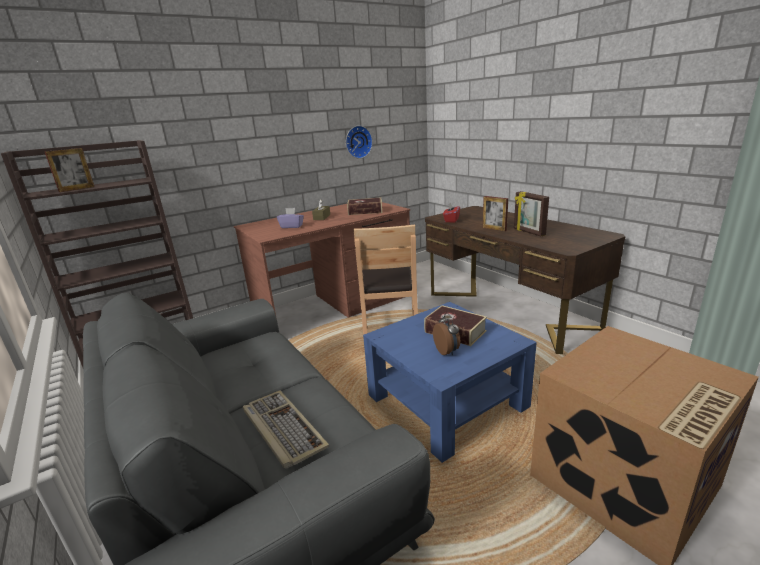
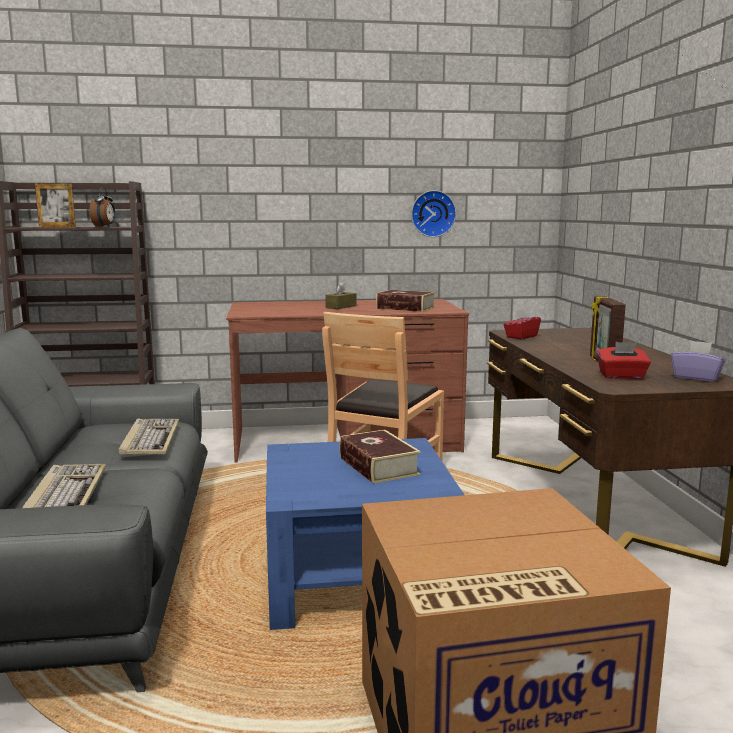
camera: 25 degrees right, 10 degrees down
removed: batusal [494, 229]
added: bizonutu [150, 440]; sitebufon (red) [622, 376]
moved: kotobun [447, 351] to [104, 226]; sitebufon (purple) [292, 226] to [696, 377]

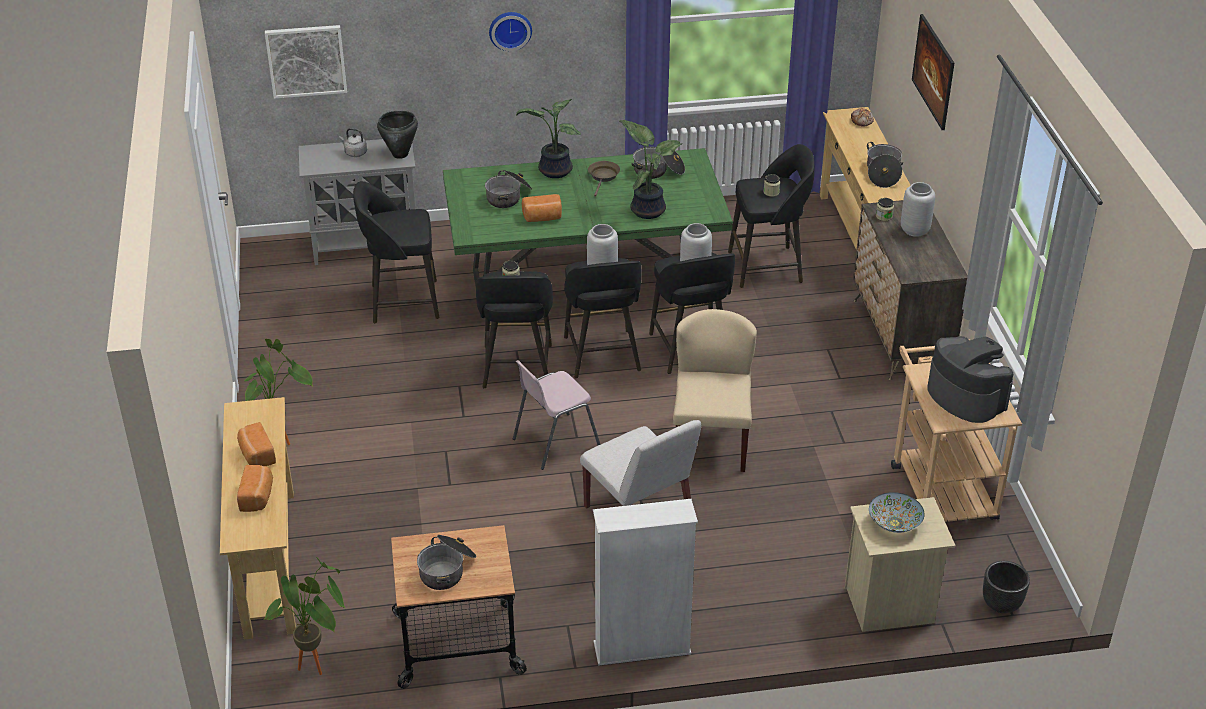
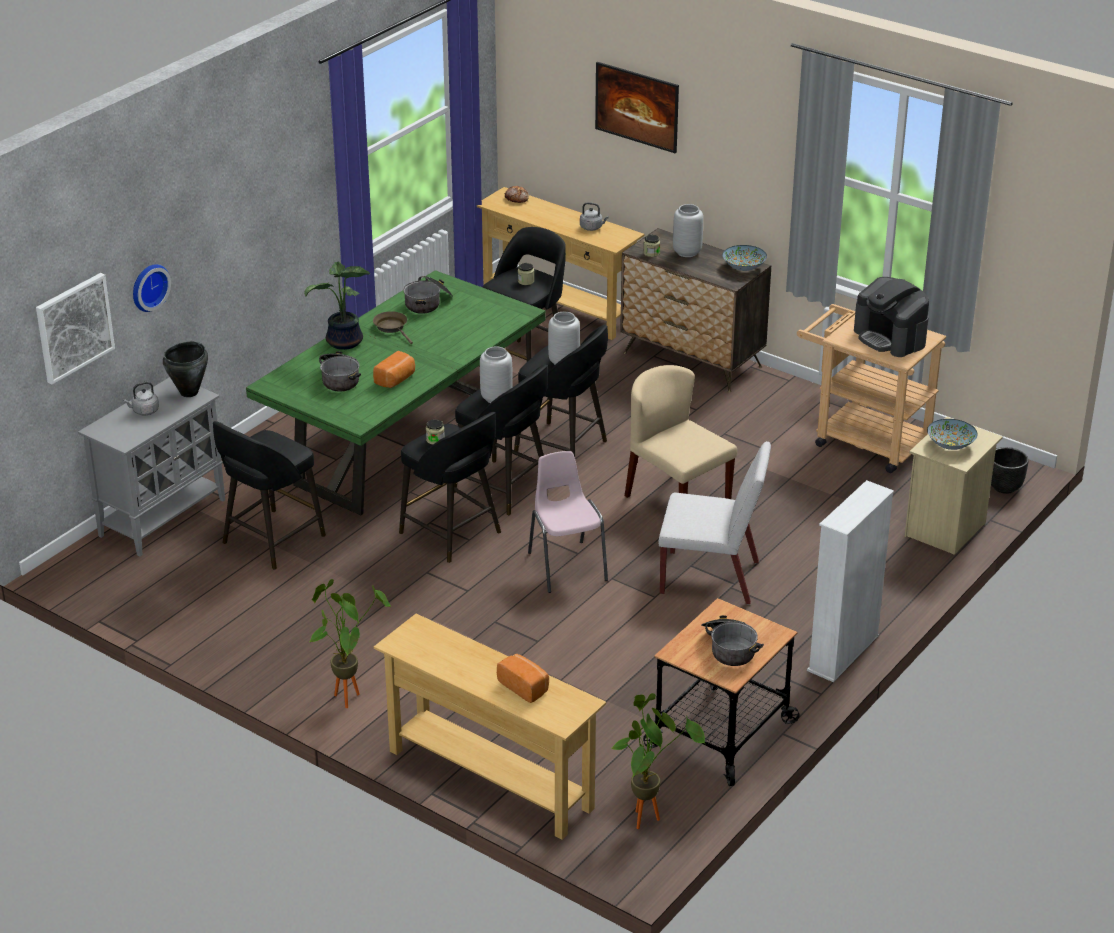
camera: 45 degrees left, 5 degrees down
removed: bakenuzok [256, 455]; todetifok [648, 209]
added: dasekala [743, 267]
moved: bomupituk [510, 29] to [148, 286]
replaced: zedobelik [883, 173] to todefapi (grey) [592, 227]
turned: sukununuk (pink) [554, 442] = [566, 566] 150 degrees clockwise; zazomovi [966, 396] = [890, 338] 135 degrees counterclockwise

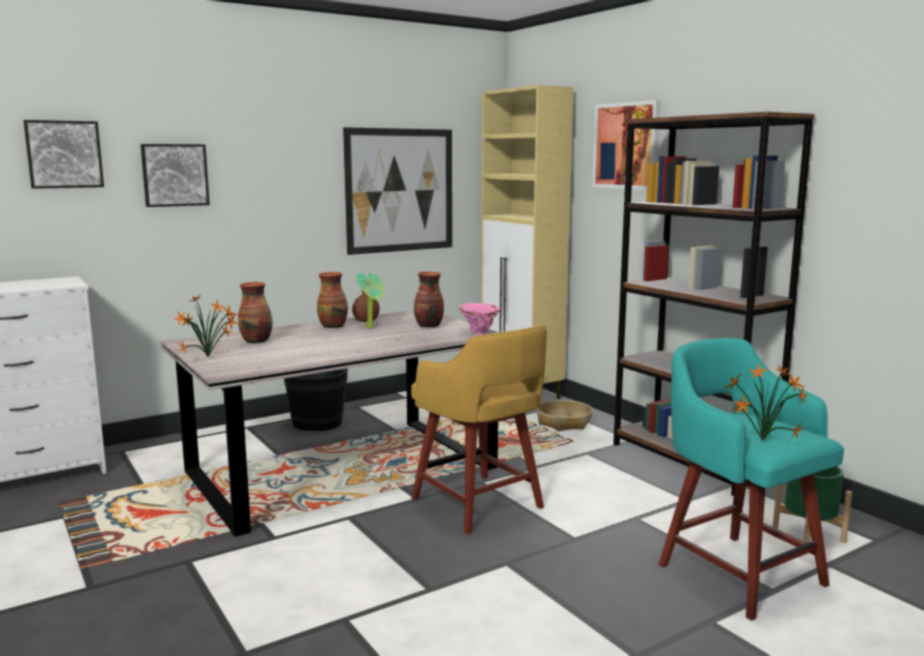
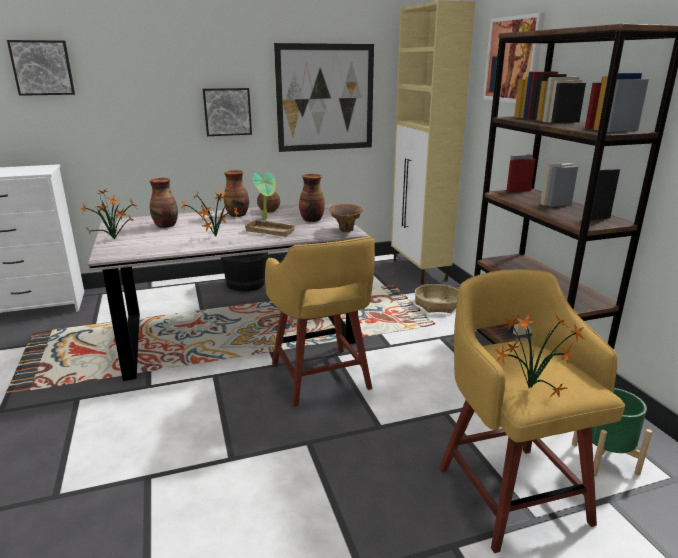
camera: 15 degrees right, 10 degrees up
added: todetifok [214, 237]; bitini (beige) [271, 231]
moved: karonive [175, 175] to [227, 111]
recoloured: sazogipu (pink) [478, 333] to sazogipu (brown) [345, 231]; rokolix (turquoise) [737, 572] to rokolix (yellow) [510, 491]

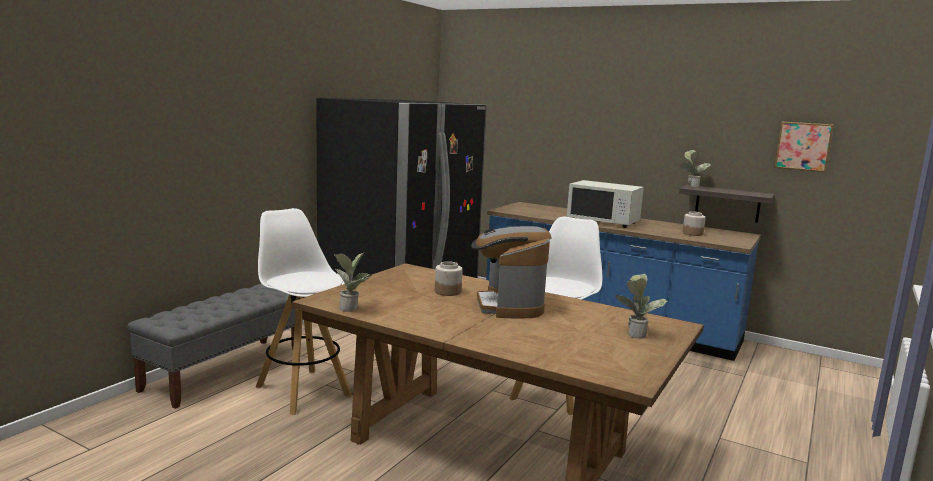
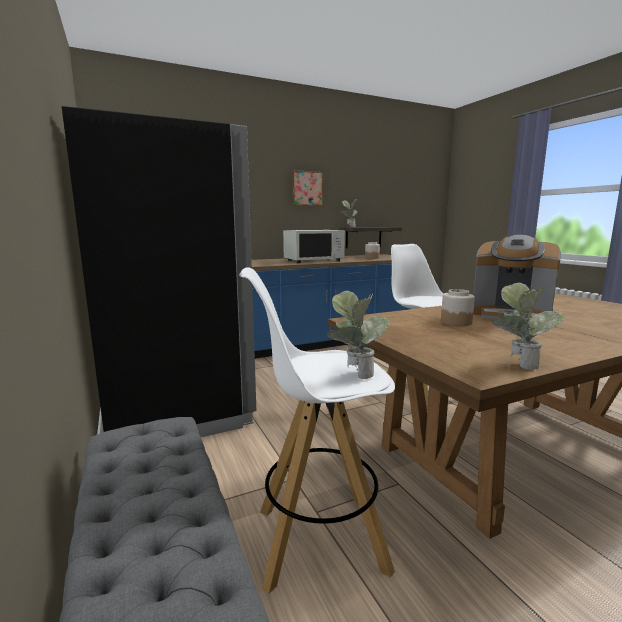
camera: 55 degrees left, 0 degrees up
moved: karonive [803, 146] to [306, 188]; todetifok [636, 333] to [355, 372]

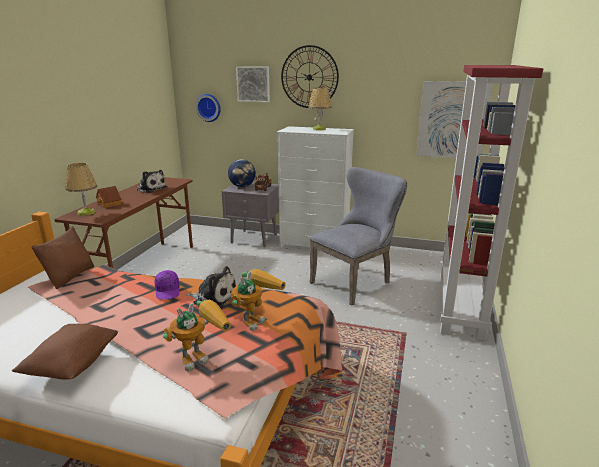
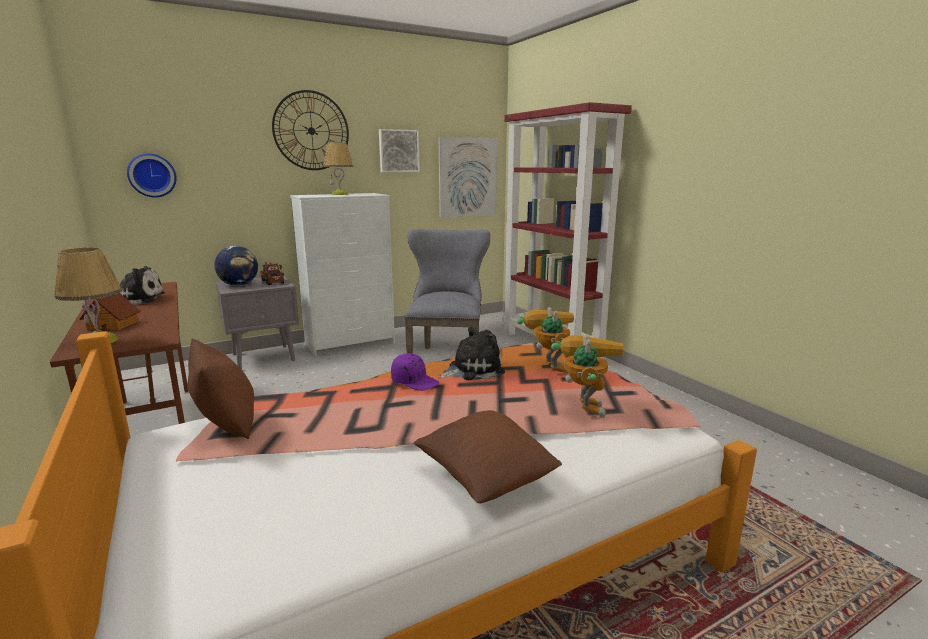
camera: 45 degrees left, 5 degrees down
moved: karonive [253, 84] to [398, 151]

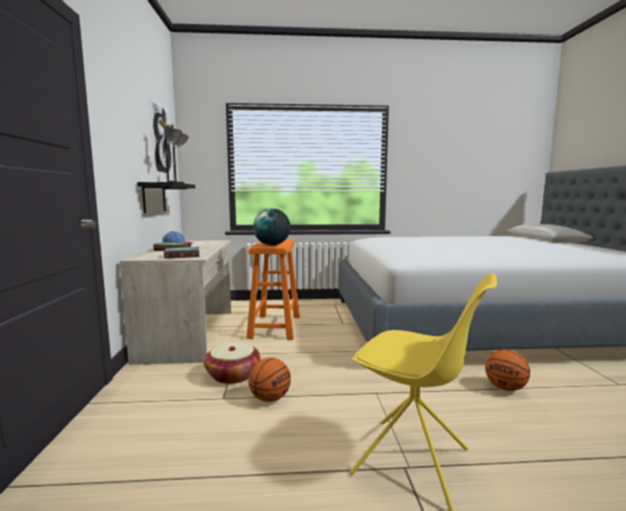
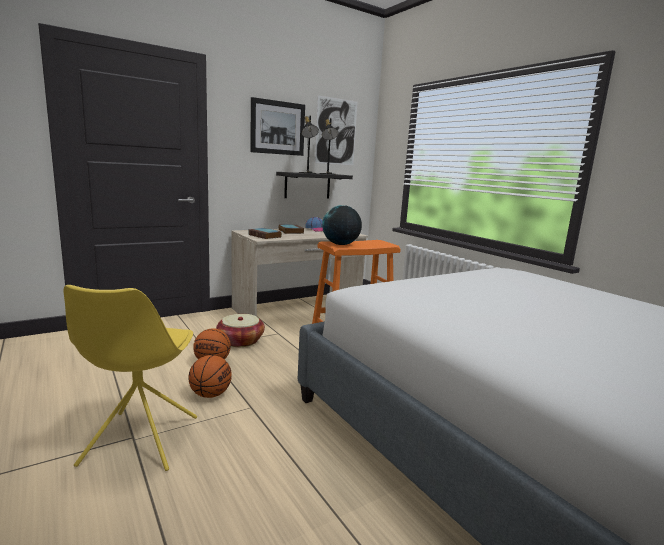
camera: 60 degrees right, 5 degrees up
added: karonive [277, 127]
moved: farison [505, 388] to [210, 394]

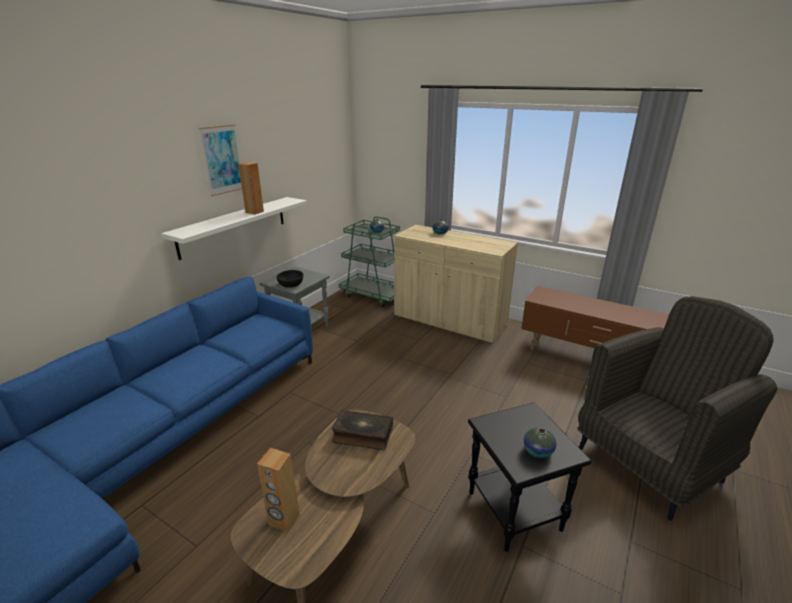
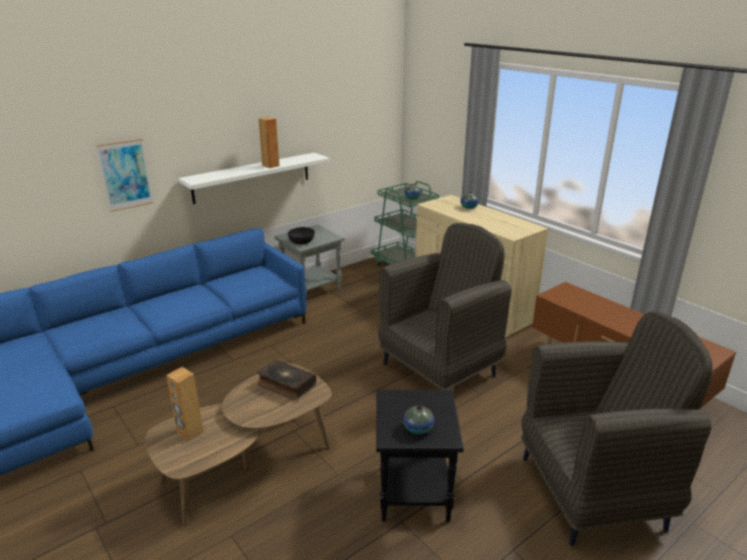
camera: 20 degrees right, 0 degrees up
added: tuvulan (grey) [440, 369]
moved: karonive [222, 160] to [125, 175]

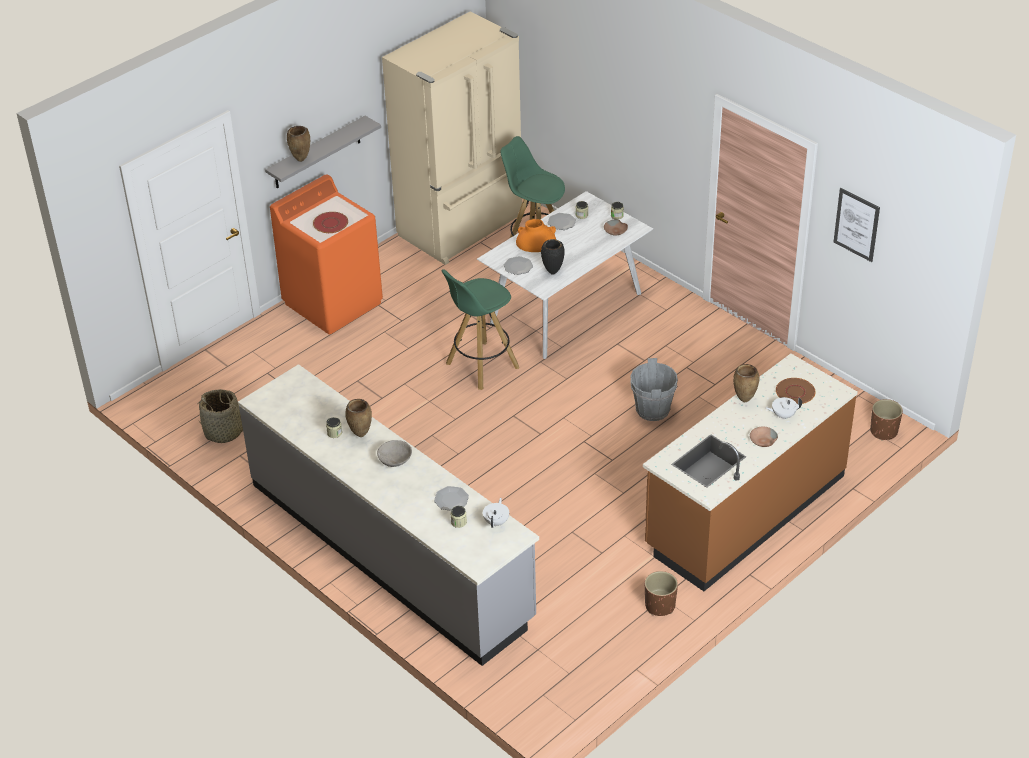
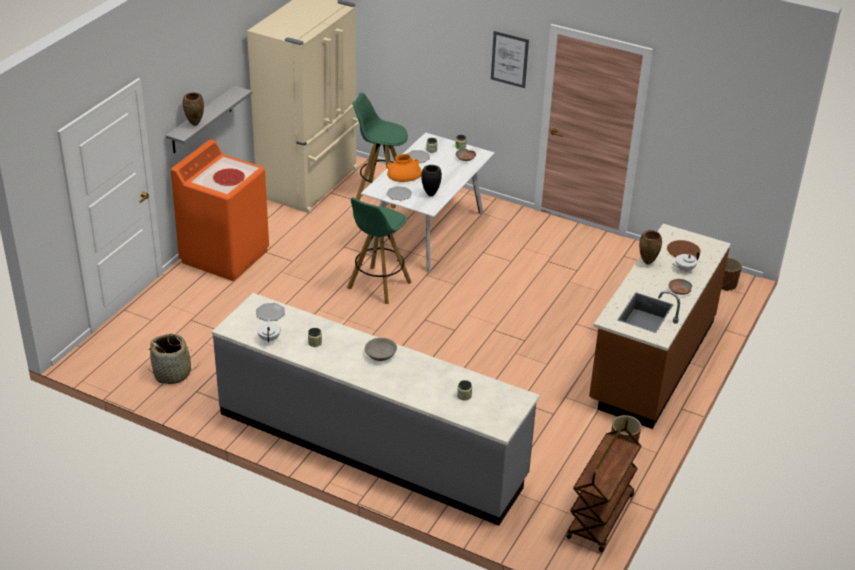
camera: 20 degrees left, 5 degrees down
removed: sazogipu (brown) [360, 435]; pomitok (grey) [652, 410]
added: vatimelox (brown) [600, 518]
moved: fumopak [451, 499] to [270, 313]; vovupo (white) [496, 521] to [269, 338]; karonive [856, 224] to [509, 59]

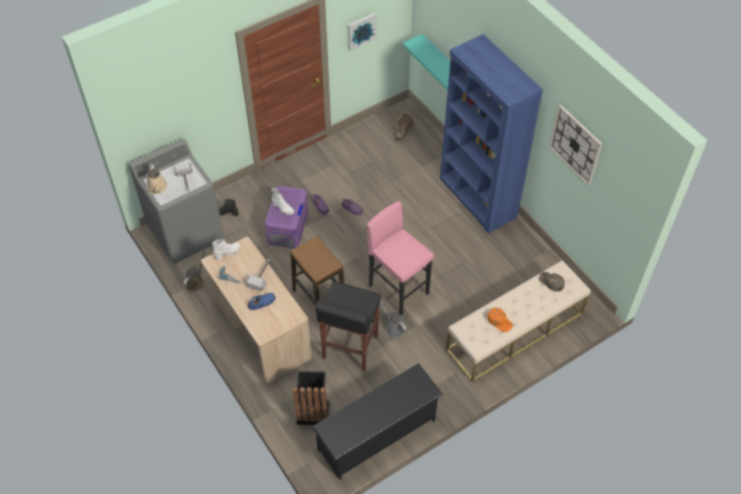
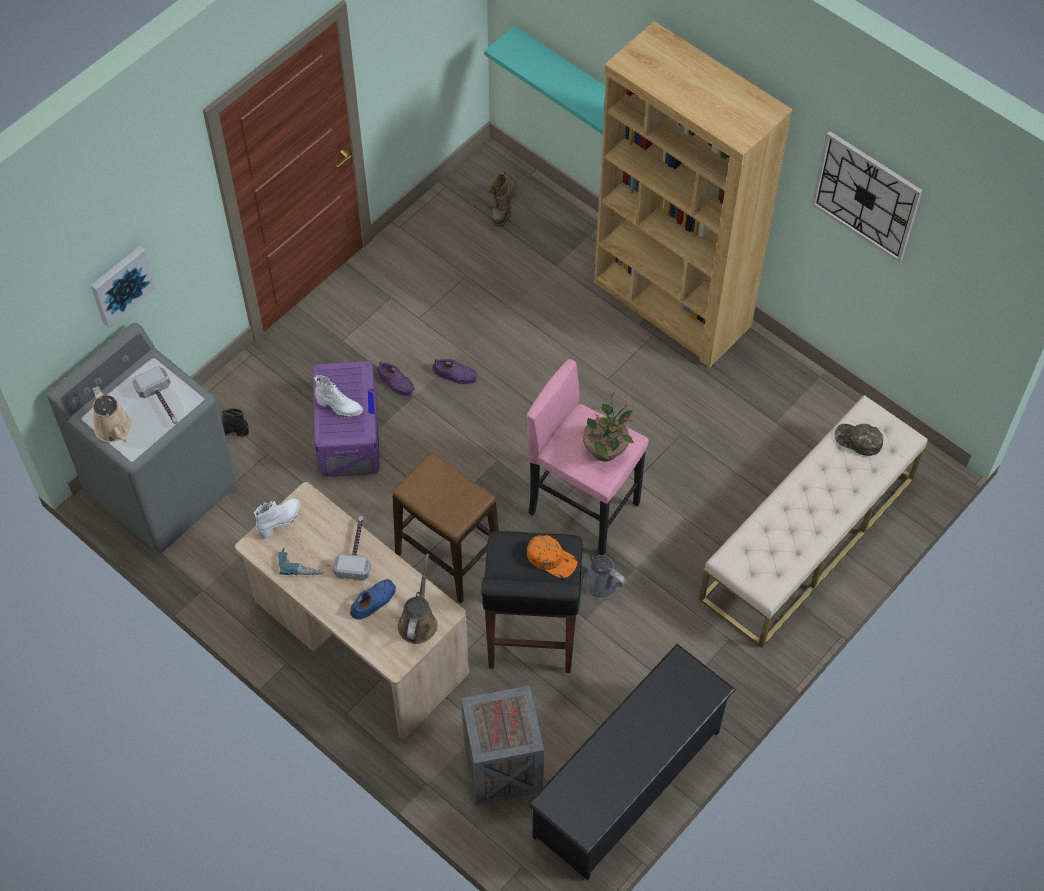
camera: 15 degrees left, 5 degrees up
added: todetifok [606, 449]
moved: karonive [361, 30] to [121, 284]; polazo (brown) [195, 281] to [418, 621]; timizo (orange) [499, 321] to [551, 558]
replaced: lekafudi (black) [313, 411] to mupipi [502, 768]
recoloured: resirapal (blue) [477, 198] to resirapal (brown) [672, 305]

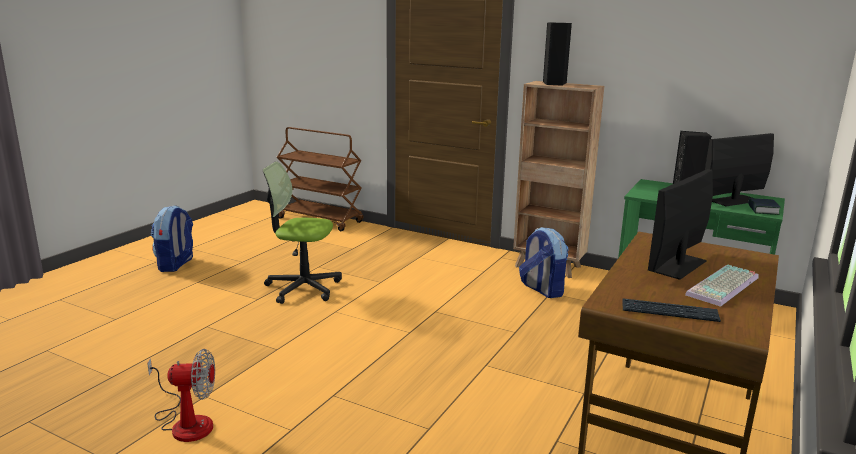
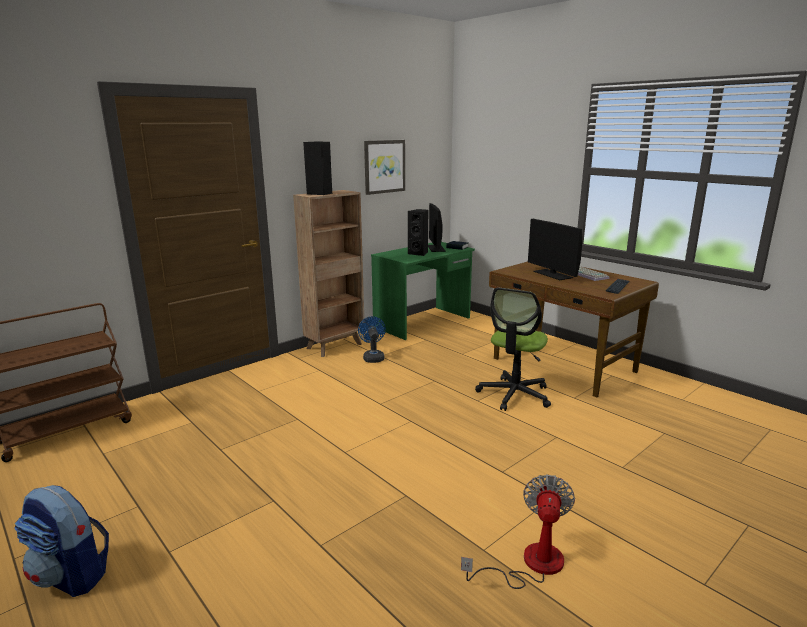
camera: 70 degrees left, 0 degrees up
added: karonive [384, 166]
moved: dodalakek [303, 288] to [514, 395]
replaced: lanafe [542, 289] to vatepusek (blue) [373, 357]

